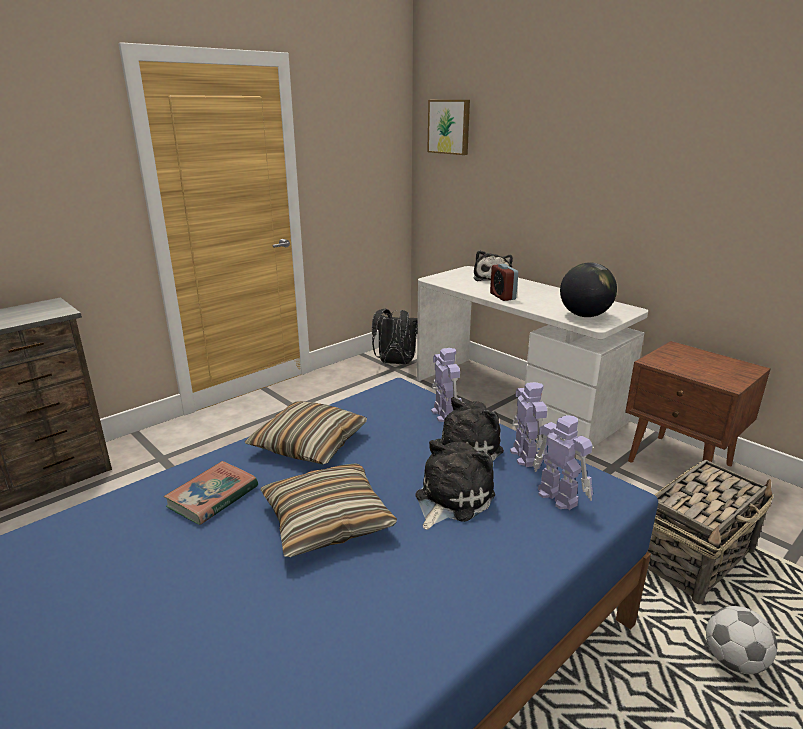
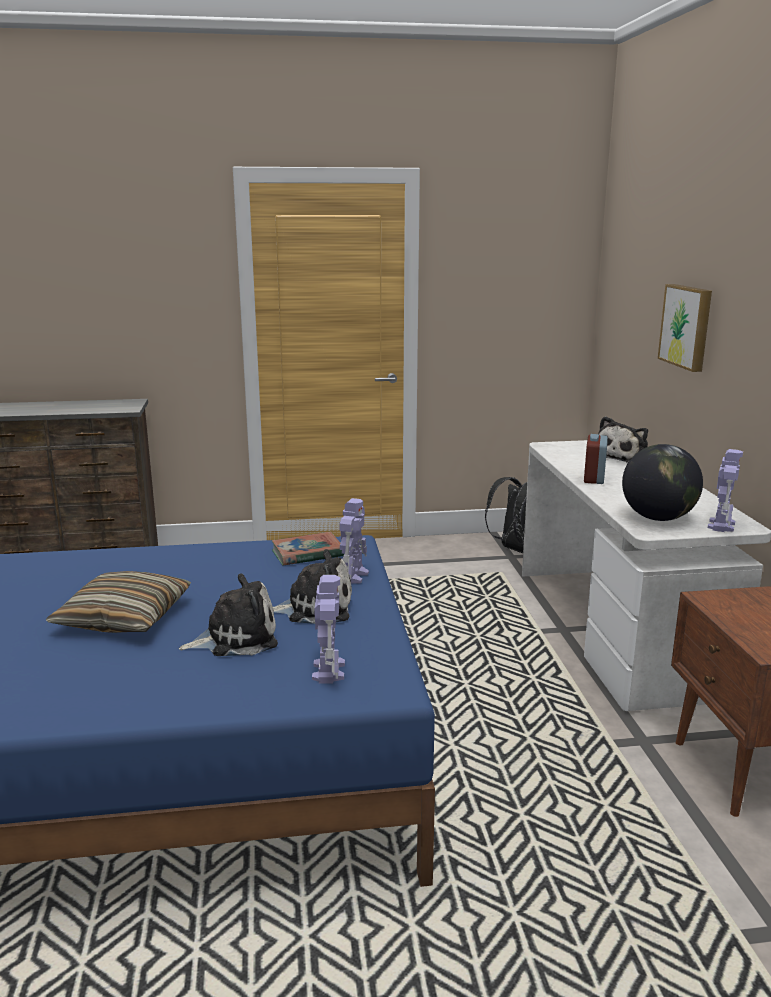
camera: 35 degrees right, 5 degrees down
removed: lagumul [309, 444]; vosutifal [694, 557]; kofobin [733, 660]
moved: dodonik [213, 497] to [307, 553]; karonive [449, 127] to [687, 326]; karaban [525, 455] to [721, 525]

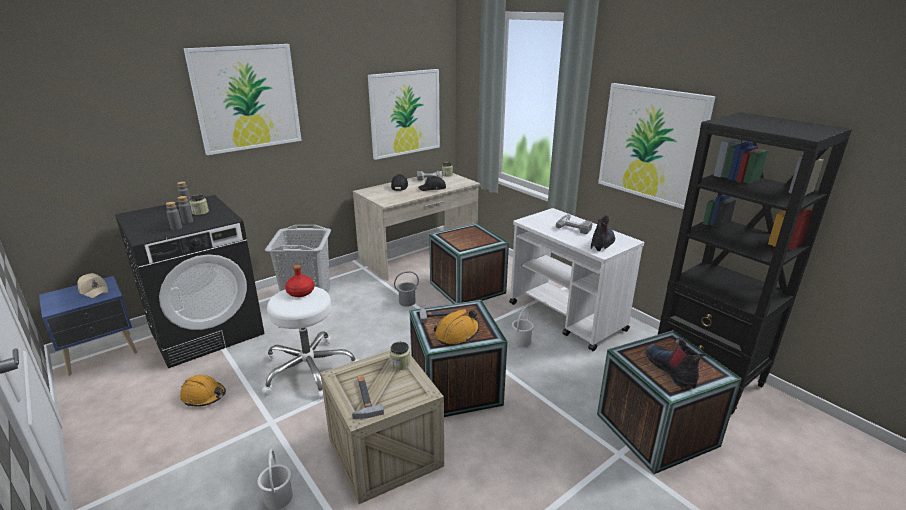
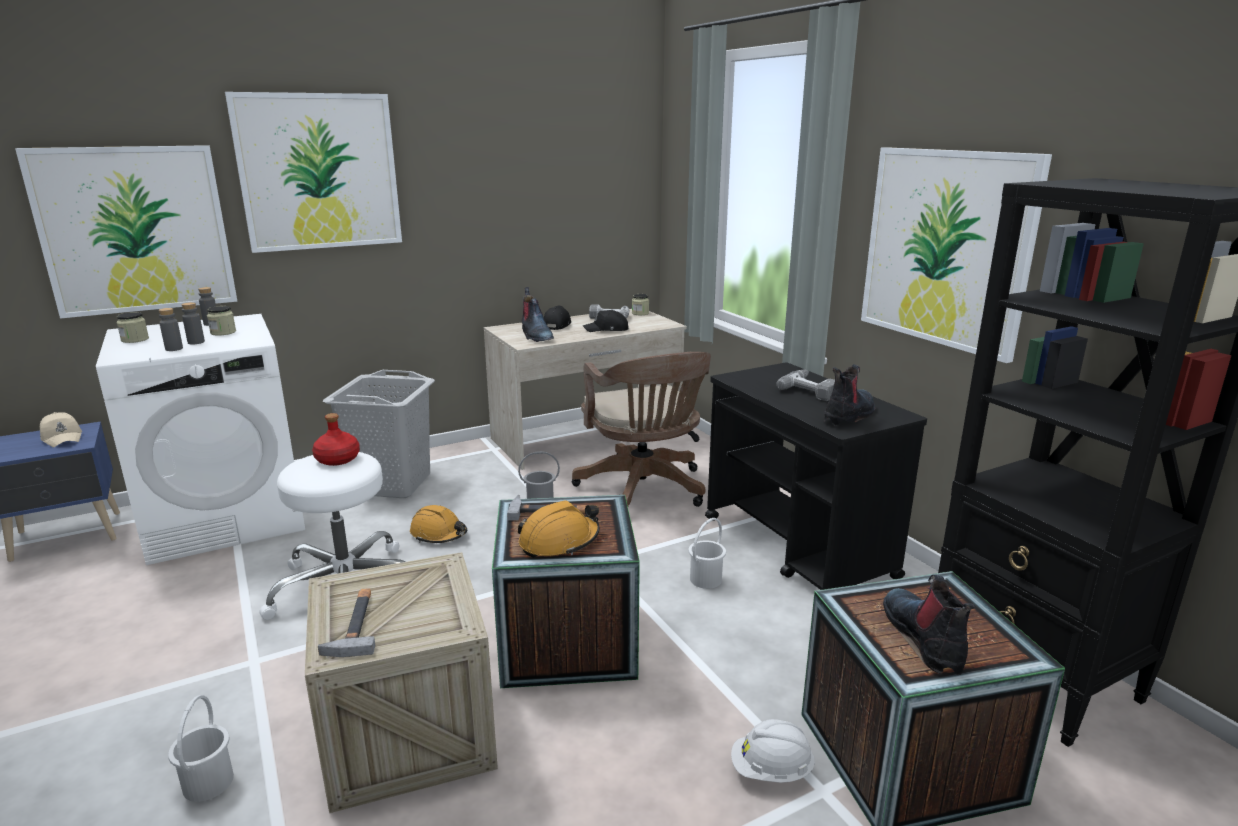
camera: 10 degrees right, 5 degrees down
added: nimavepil [536, 335]; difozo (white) [771, 771]
moved: karonive [405, 113] to [135, 230]; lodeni [400, 364] to [135, 339]; difozo (orange) [204, 396] to [439, 534]
replaced: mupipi [467, 288] to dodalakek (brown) [644, 490]
recoloured: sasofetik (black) [207, 330] to sasofetik (white) [226, 518]; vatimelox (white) [567, 317] to vatimelox (black) [798, 548]

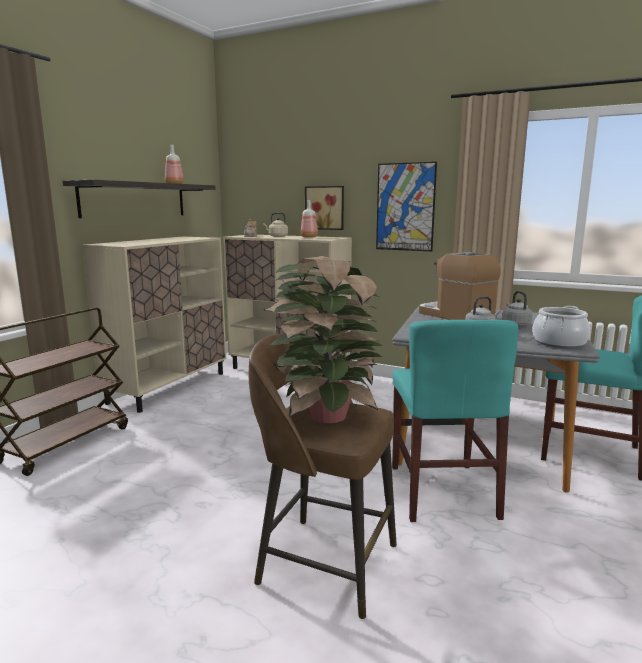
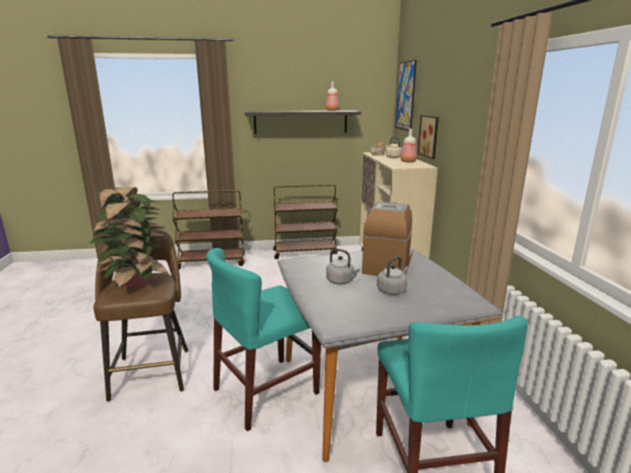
camera: 55 degrees right, 5 degrees up
removed: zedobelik [559, 343]
moved: karonive [405, 207] to [405, 96]
replaced: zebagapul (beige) [169, 387] to vatimelox (brown) [305, 252]

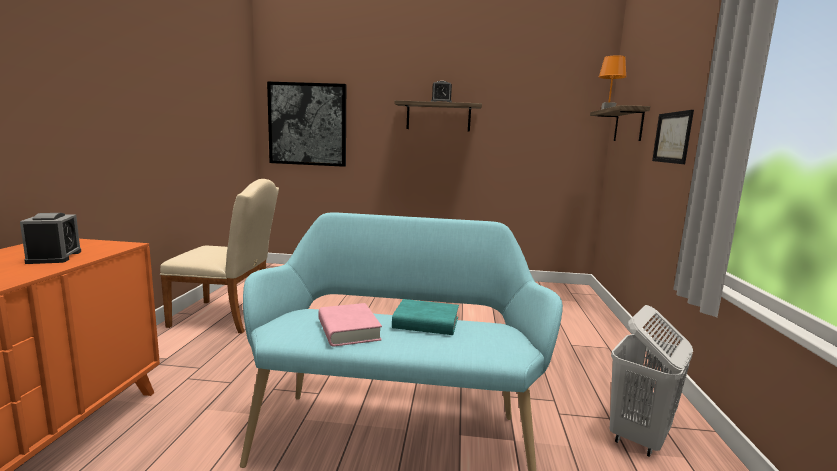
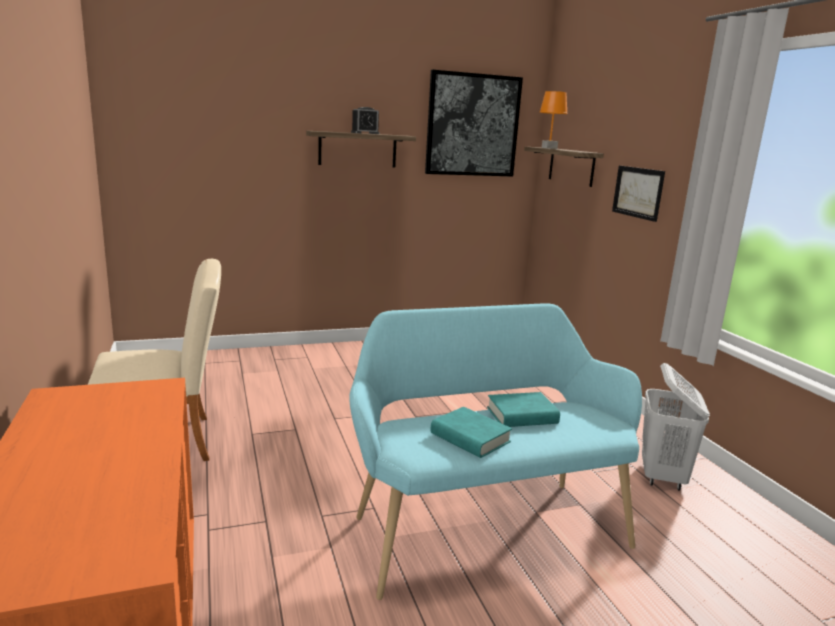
camera: 25 degrees left, 5 degrees up
removed: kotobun [54, 257]
moved: karonive [307, 124] to [472, 125]
recoloured: dodonik (pink) [348, 330] to dodonik (turquoise) [470, 438]

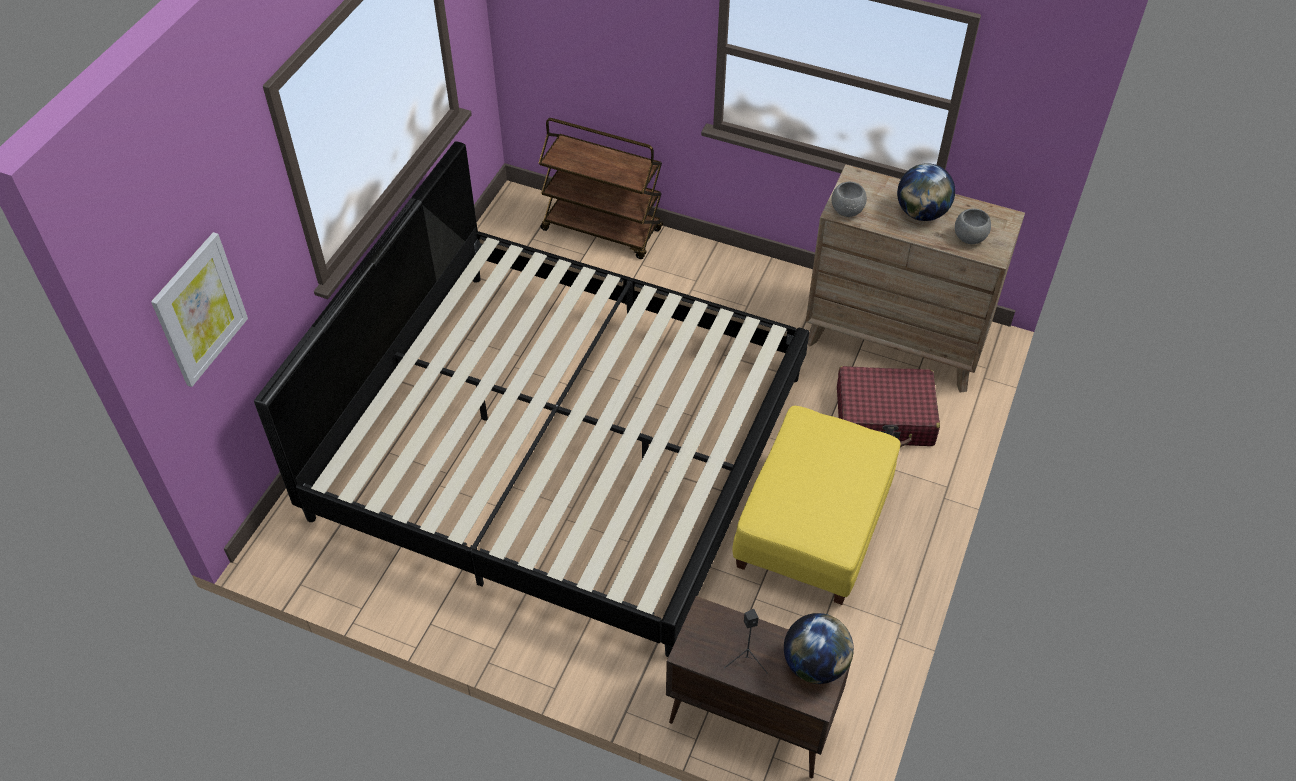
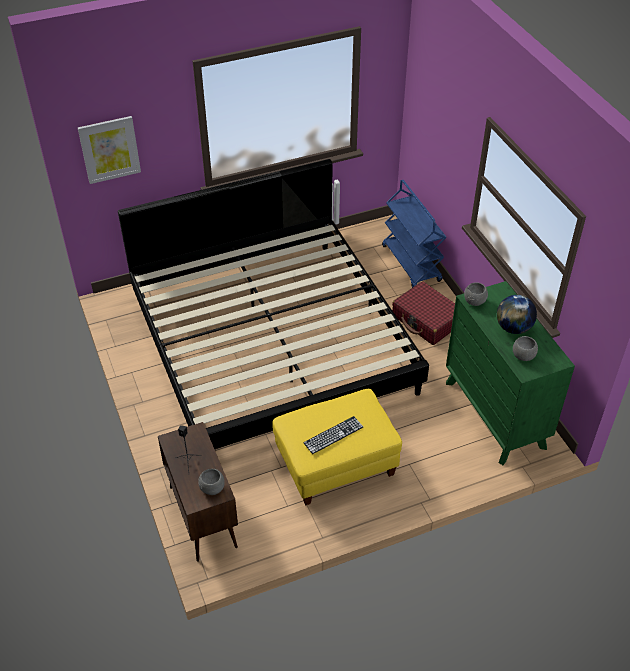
camera: 45 degrees right, 5 degrees down
added: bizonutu [333, 435]
moved: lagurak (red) [884, 417] to [427, 320]
replaced: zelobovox [815, 664] to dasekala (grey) [212, 488]
recoloured: vatimelox (brown) [603, 230] to vatimelox (blue) [411, 264]; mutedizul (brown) [894, 341] to mutedizul (green) [495, 414]

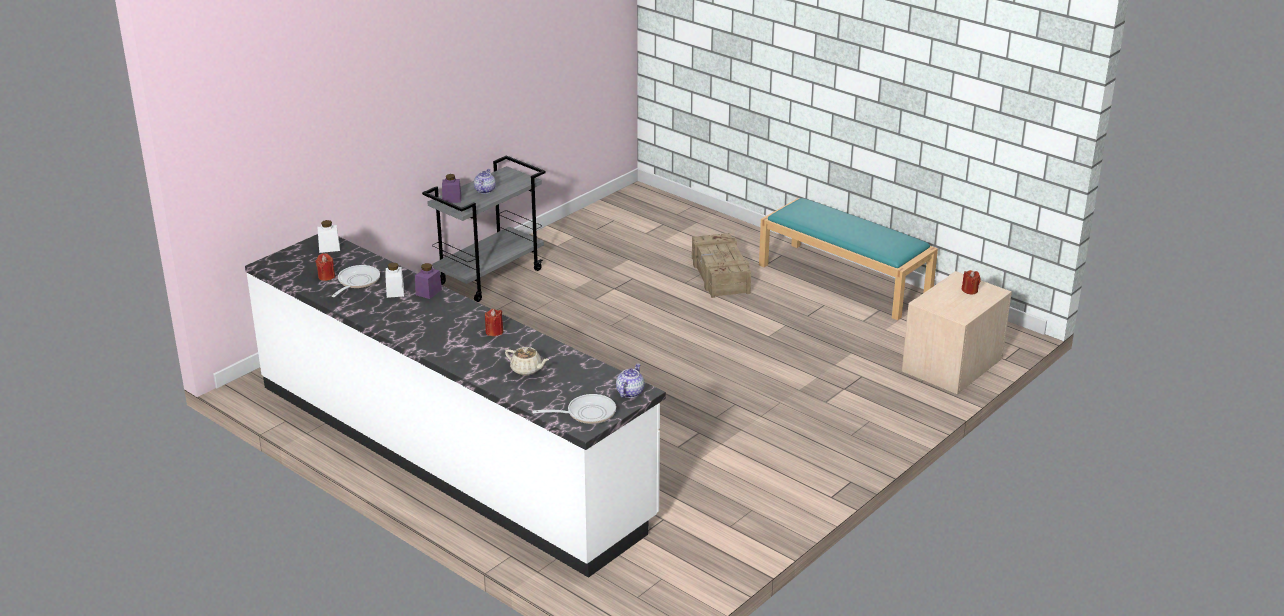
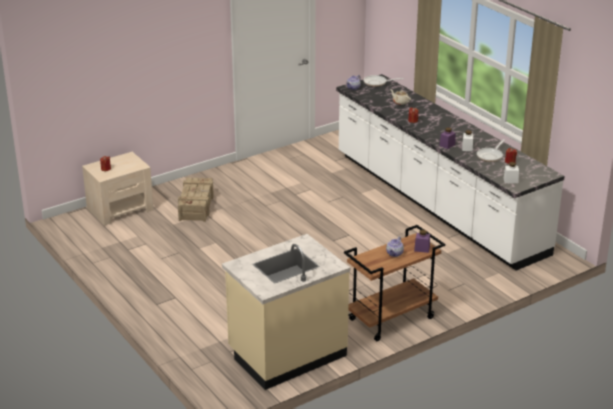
camera: 165 degrees left, 0 degrees up
removed: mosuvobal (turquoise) [845, 280]
added: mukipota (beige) [286, 353]
moved: mupipi [719, 276] to [196, 206]
recoloured: vatimelox (grey) [490, 276] to vatimelox (brown) [391, 319]

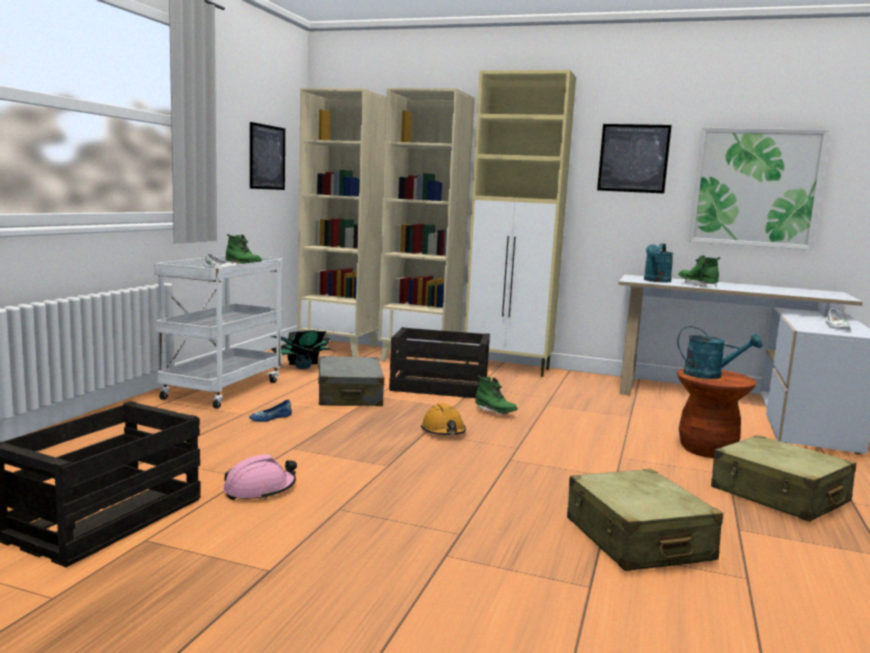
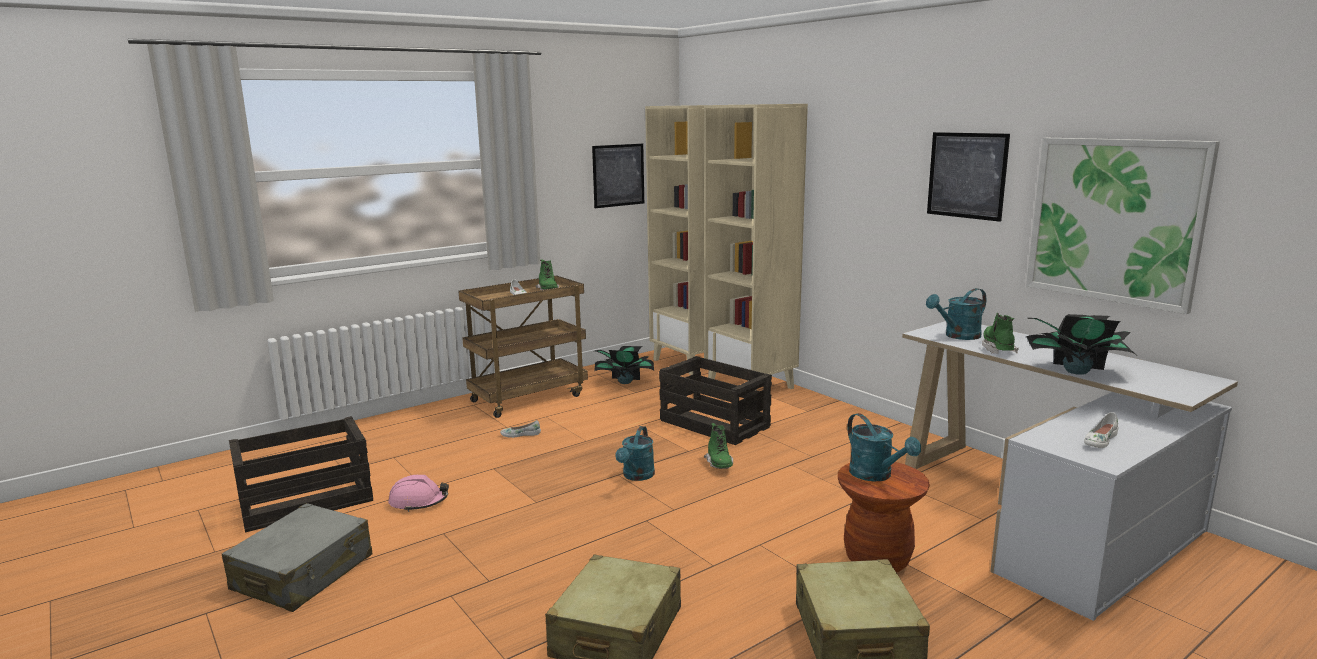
camera: 35 degrees right, 5 degrees up
removed: zebagapul (beige) [508, 368]
added: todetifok [1075, 371]
moved: lagurak (grey) [349, 395] to [303, 573]
replaced: difozo (orange) [443, 431] to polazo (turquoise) [636, 476]
recoloured: vatimelox (white) [223, 389] to vatimelox (brown) [529, 397]; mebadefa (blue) [270, 418] to mebadefa (white) [520, 434]

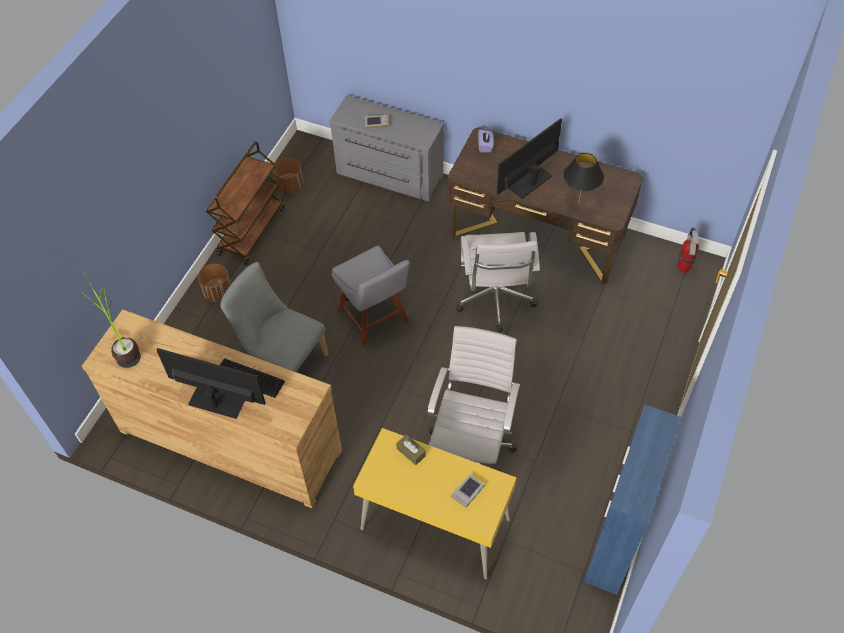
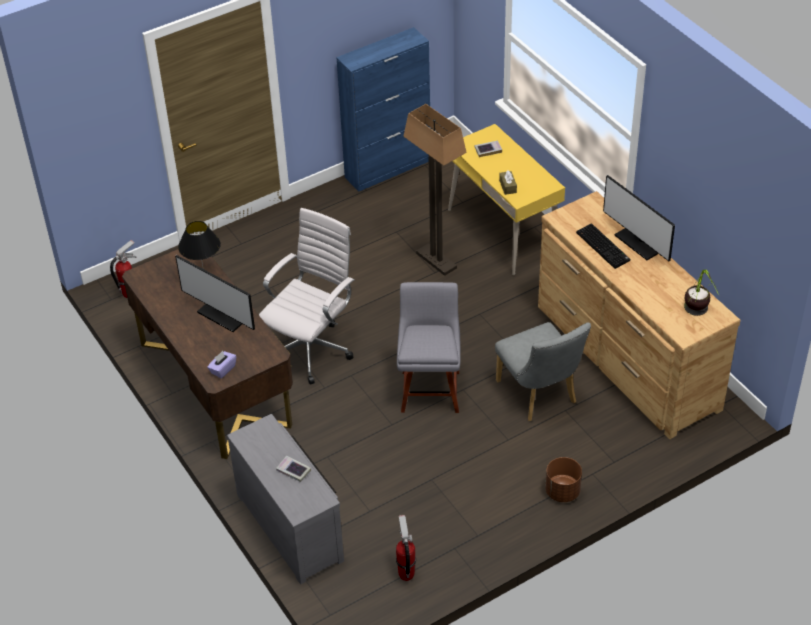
camera: 145 degrees left, 10 degrees down
removed: vatimelox (brown) [251, 230]
replaced: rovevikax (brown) [290, 185] to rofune [406, 574]; dodalakek (white) [471, 448] to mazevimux [436, 260]
turned: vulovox [530, 182] = [222, 316] 45 degrees clockwise

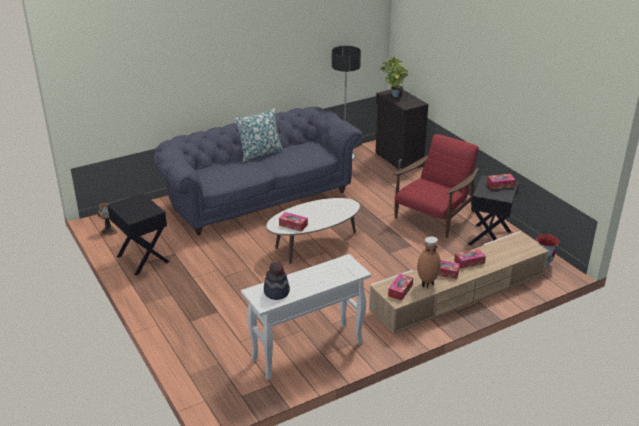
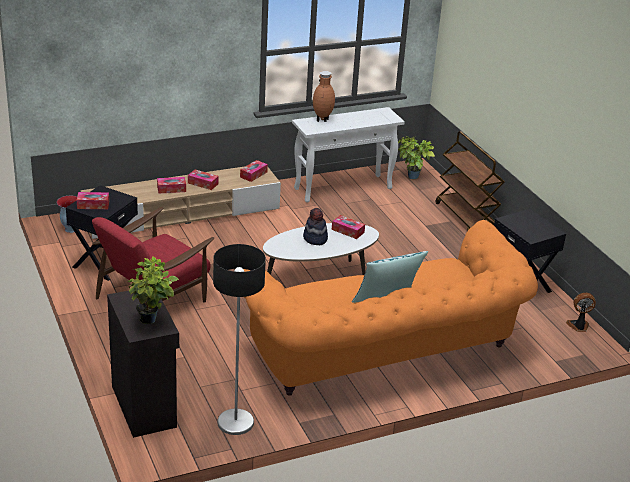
camera: 175 degrees left, 0 degrees up
added: todetifok [410, 178]; vatimelox (brown) [466, 218]
moved: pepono [276, 292] to [315, 239]; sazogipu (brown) [427, 284] to [322, 120]
recoloured: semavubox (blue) [258, 197] to semavubox (orange) [386, 355]

